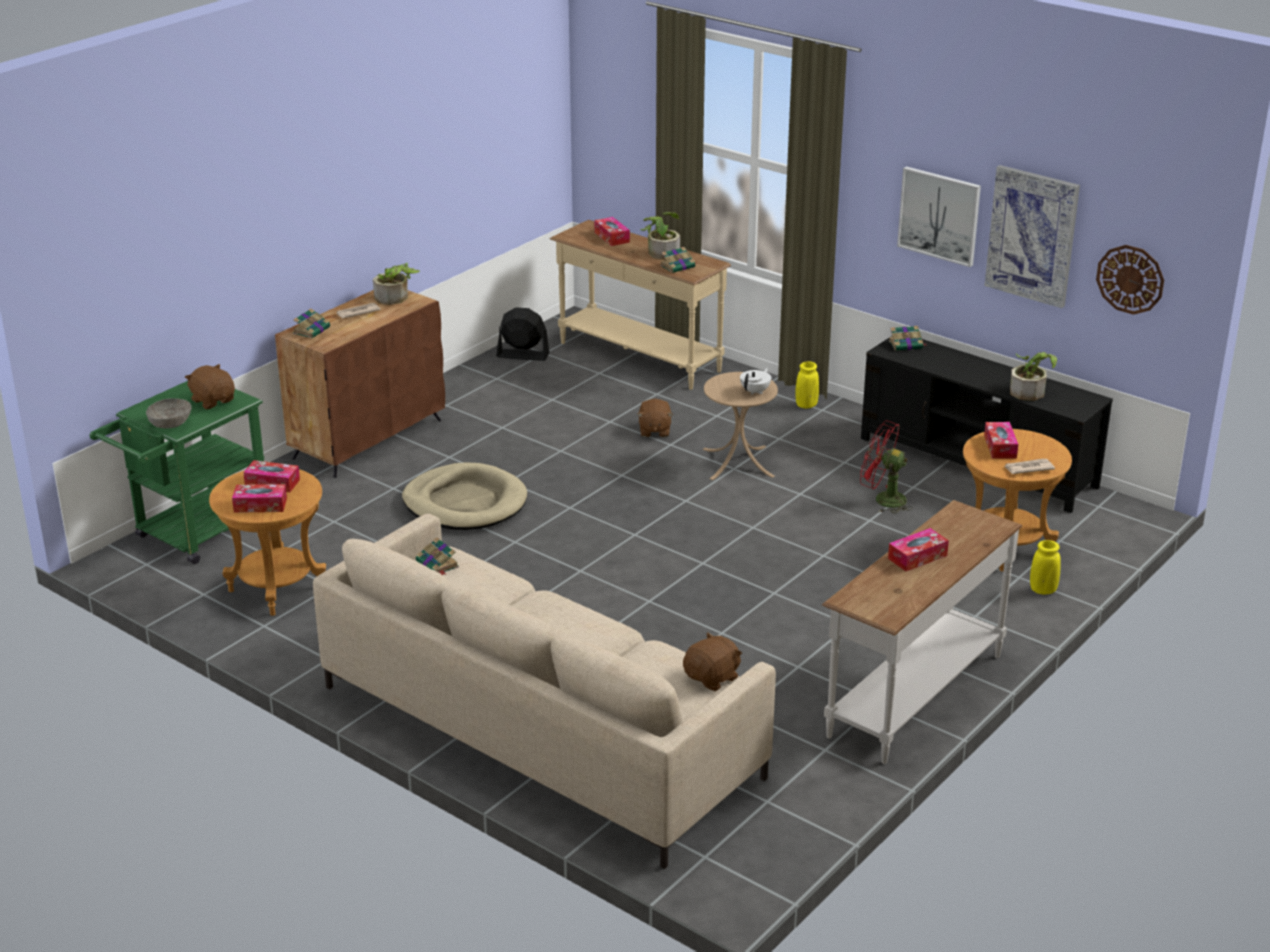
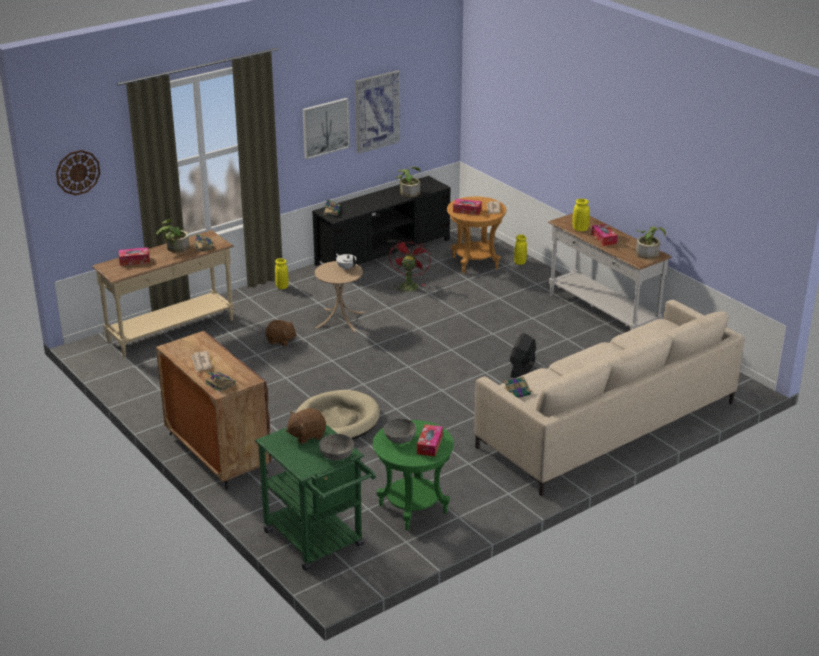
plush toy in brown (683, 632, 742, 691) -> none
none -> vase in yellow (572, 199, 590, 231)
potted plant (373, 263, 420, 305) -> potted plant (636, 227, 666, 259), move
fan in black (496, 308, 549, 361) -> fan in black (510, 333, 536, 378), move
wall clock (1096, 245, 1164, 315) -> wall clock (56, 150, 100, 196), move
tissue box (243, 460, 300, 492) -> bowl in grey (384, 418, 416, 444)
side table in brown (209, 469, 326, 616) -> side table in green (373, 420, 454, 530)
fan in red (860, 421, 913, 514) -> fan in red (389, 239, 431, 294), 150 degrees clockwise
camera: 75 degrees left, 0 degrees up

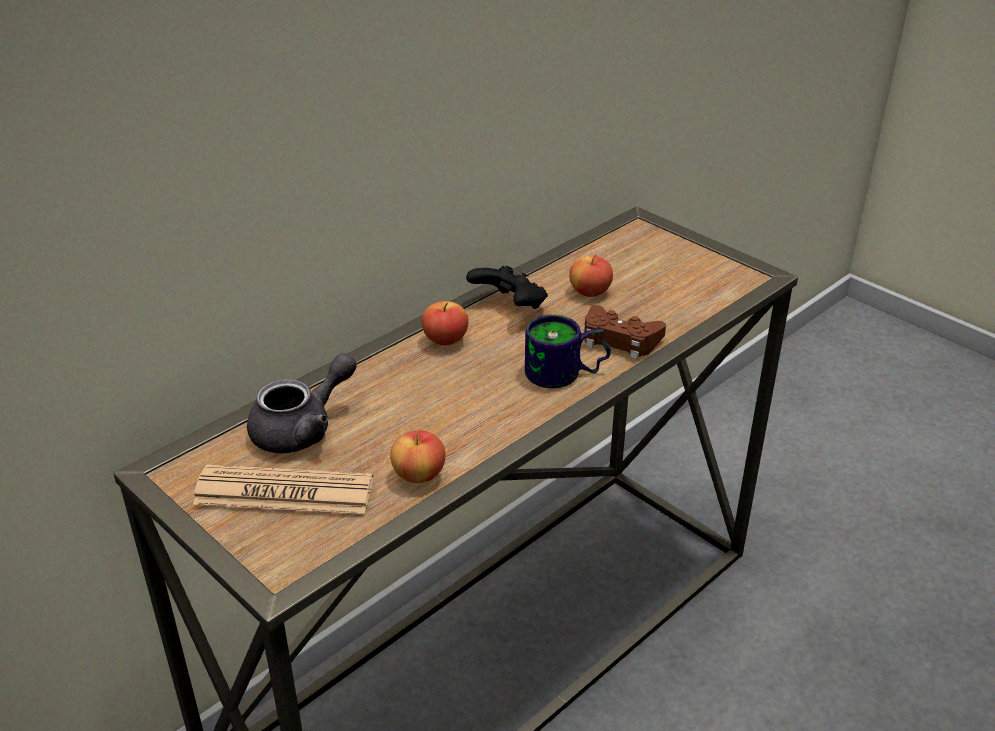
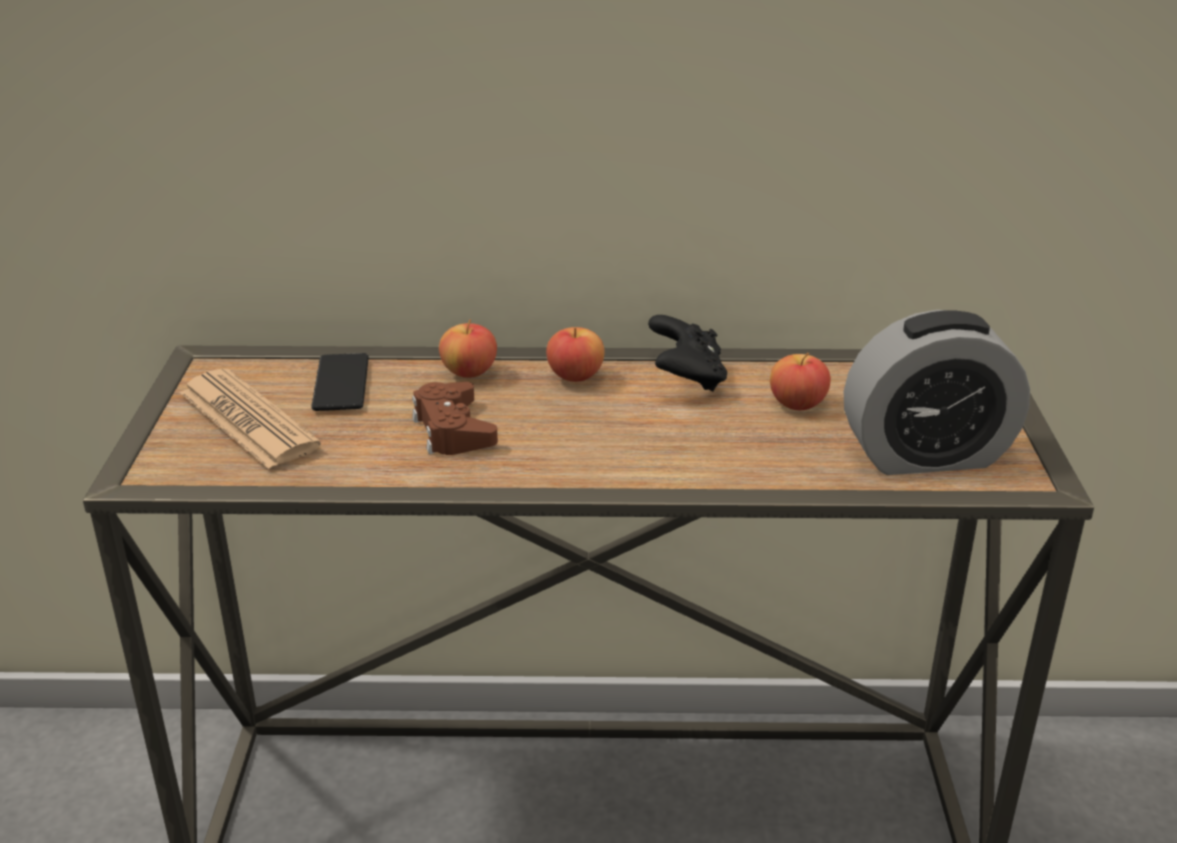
mug (525, 314, 611, 388) -> none
none -> alarm clock (844, 310, 1030, 475)
apple (390, 430, 446, 483) -> apple (439, 320, 497, 378), move
game controller in brown (584, 305, 666, 360) -> game controller in brown (412, 382, 498, 455), move
teapot in grey (247, 353, 357, 453) -> phone (311, 353, 369, 411)
camera: 45 degrees right, 5 degrees down

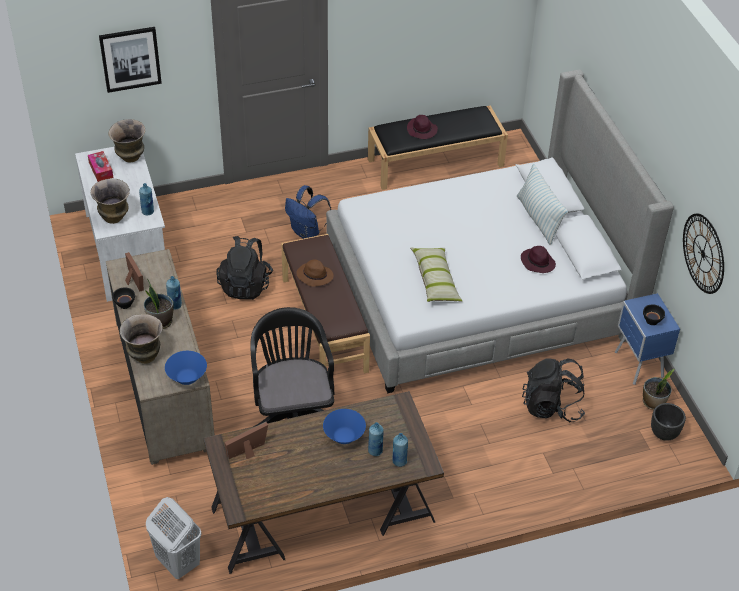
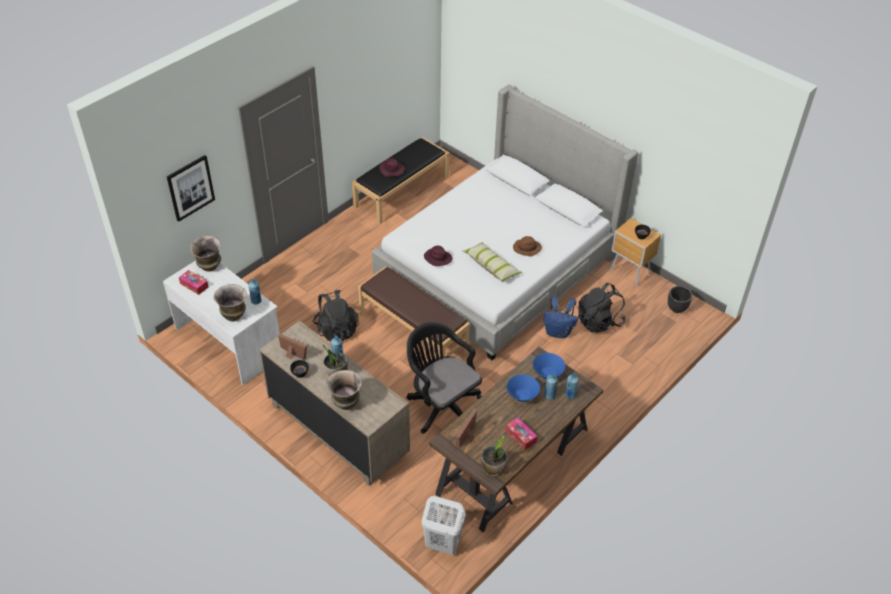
pillow (517, 164, 568, 245) -> none
wall clock (683, 213, 724, 294) -> none
none -> tissue box (506, 417, 538, 450)
bowl in blue (165, 351, 207, 385) -> bowl in blue (533, 353, 565, 379), move
backpack in blue (285, 185, 331, 239) -> backpack in blue (543, 296, 578, 338), move
hat in brown (296, 259, 334, 287) -> hat in brown (513, 236, 542, 256), move
hat in purple (521, 246, 556, 273) -> hat in purple (424, 246, 452, 266), move
potted plant (643, 369, 675, 410) -> potted plant (481, 436, 507, 476), move
nightstand in blue (615, 293, 680, 385) -> nightstand in brown (610, 218, 661, 286)
camera: 30 degrees left, 0 degrees up

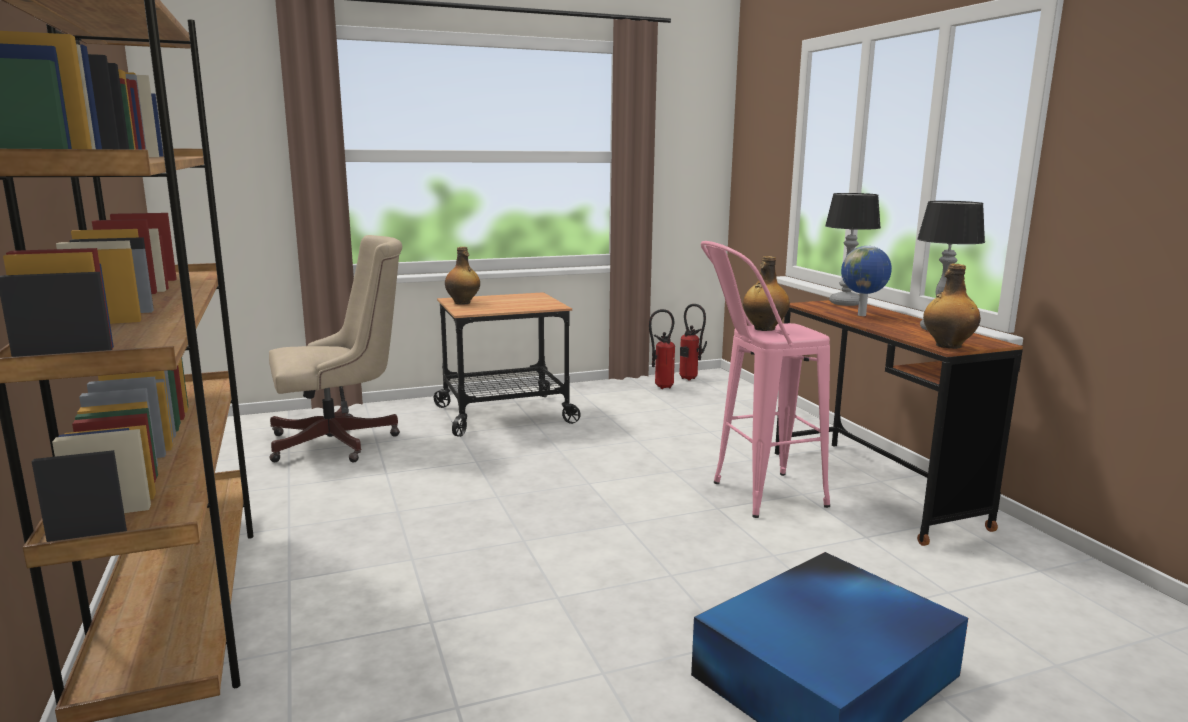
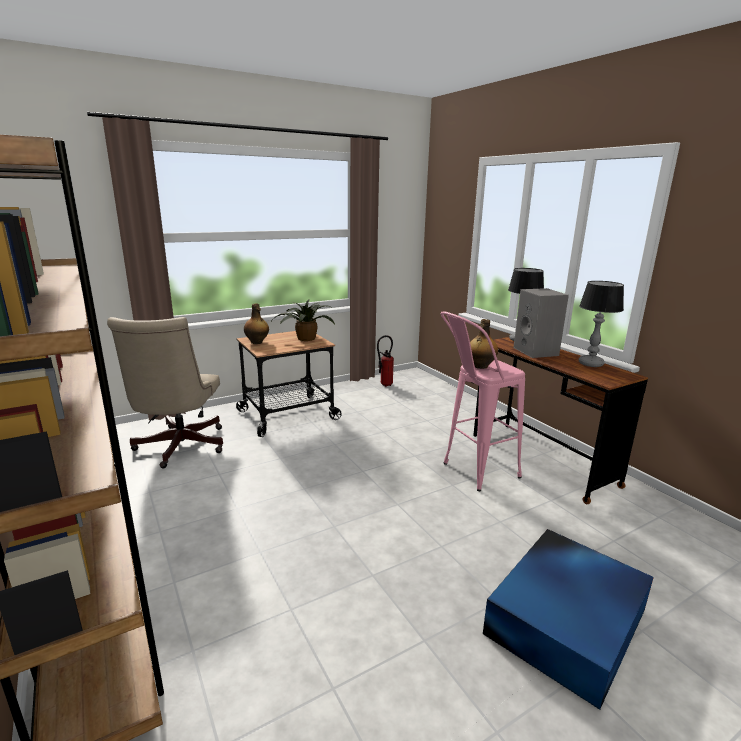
fire extinguisher (679, 304, 707, 381) -> none
bottle (923, 263, 981, 349) -> none
none -> potted plant (272, 299, 335, 341)
globe (841, 246, 892, 316) -> speaker in grey (513, 288, 569, 358)
office chair in beige (269, 235, 402, 462) -> office chair in beige (107, 317, 223, 468), 120 degrees clockwise
camera: 10 degrees left, 5 degrees up

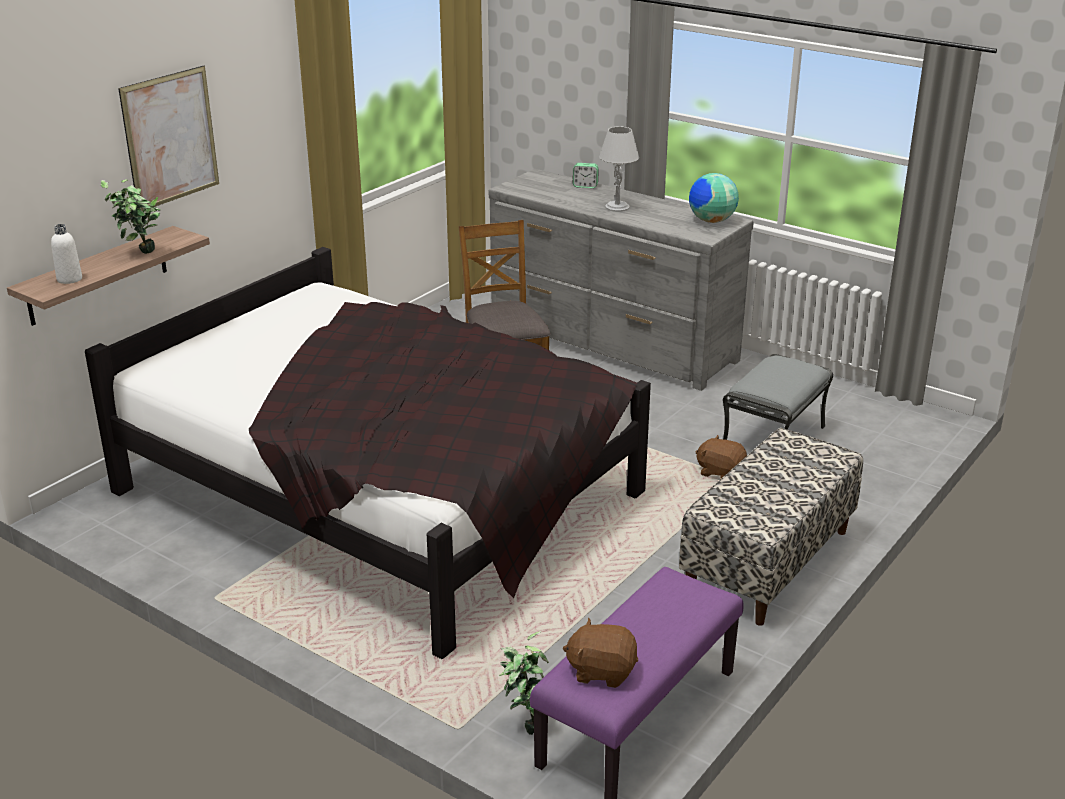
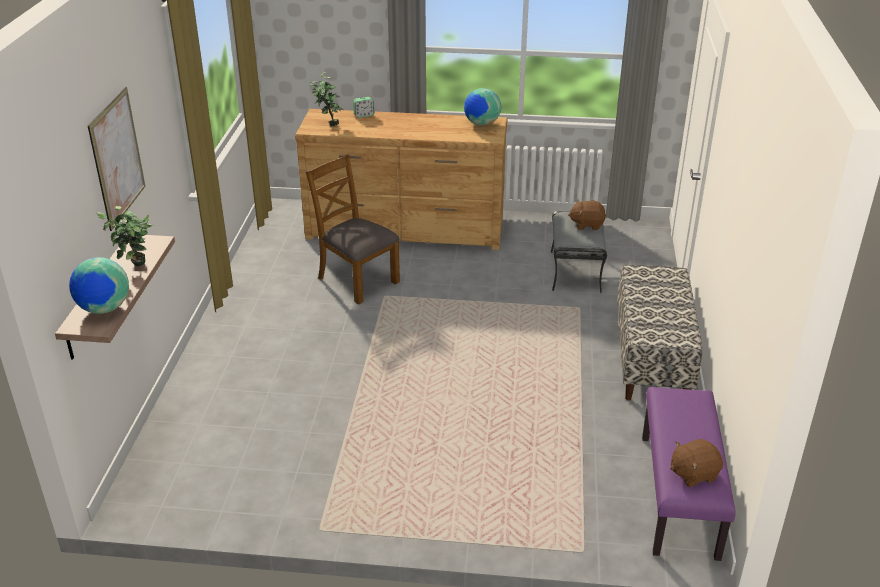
bed in black (85, 247, 651, 659) -> none
table lamp in grey (599, 127, 639, 212) -> none
potted plant (499, 631, 549, 735) -> potted plant (310, 72, 343, 127), move
plush toy in brown (696, 435, 747, 479) -> plush toy in brown (568, 200, 606, 230), move
bottle in white (51, 224, 82, 284) -> globe (69, 257, 129, 314)
dresser in grey (489, 169, 754, 391) -> dresser in brown (295, 109, 508, 250)
camera: 30 degrees left, 5 degrees up

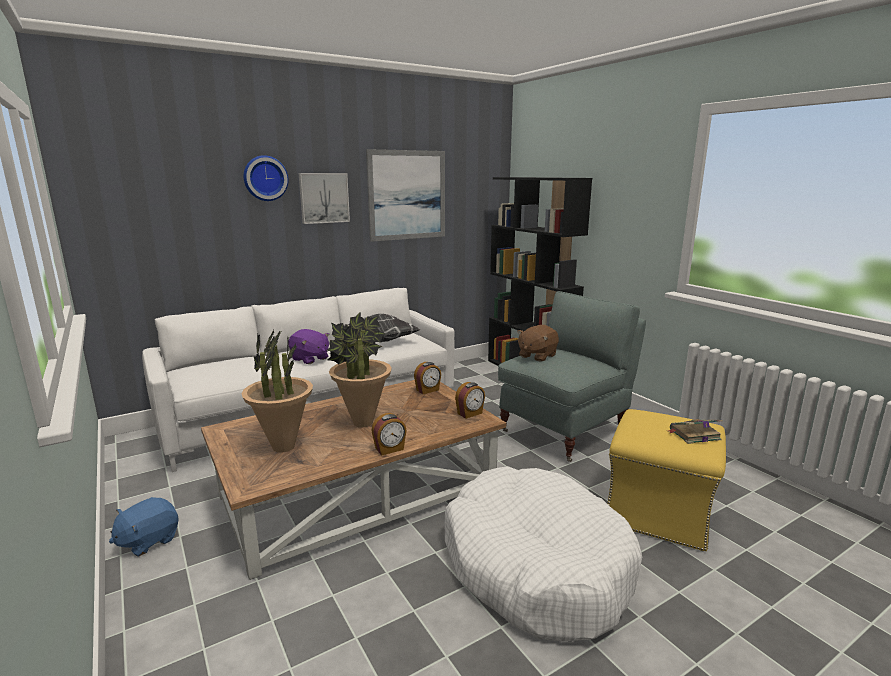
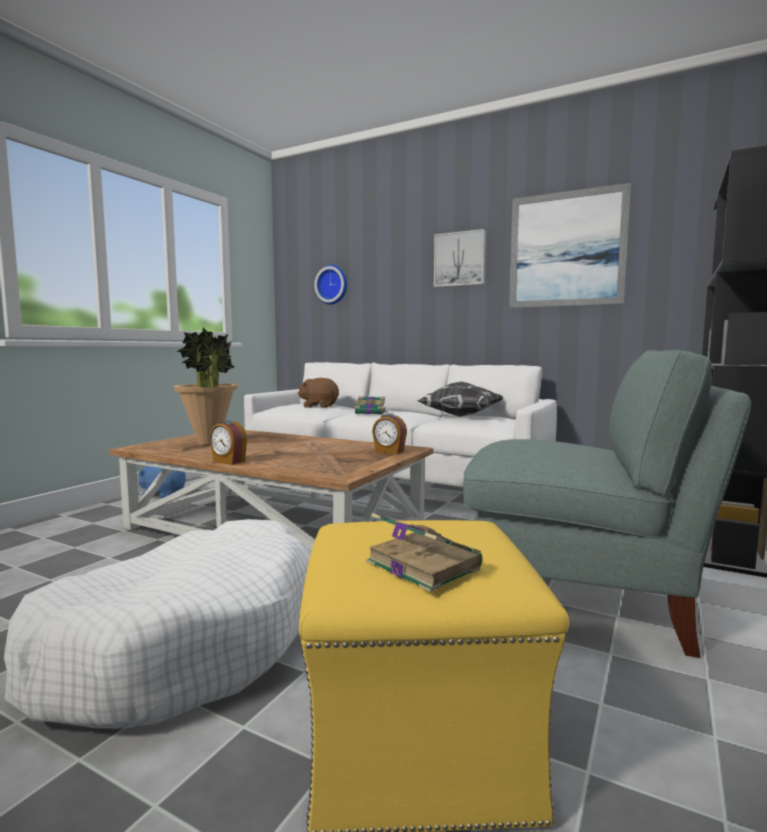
potted plant (326, 312, 392, 427) -> none
alarm clock (455, 382, 485, 419) -> none
wall clock (244, 155, 289, 201) -> wall clock (314, 265, 347, 305), move
plush toy in brown (517, 325, 559, 362) -> plush toy in brown (298, 378, 339, 408), move
plush toy in purple (288, 329, 329, 364) -> book (355, 396, 389, 414)
camera: 60 degrees right, 10 degrees down

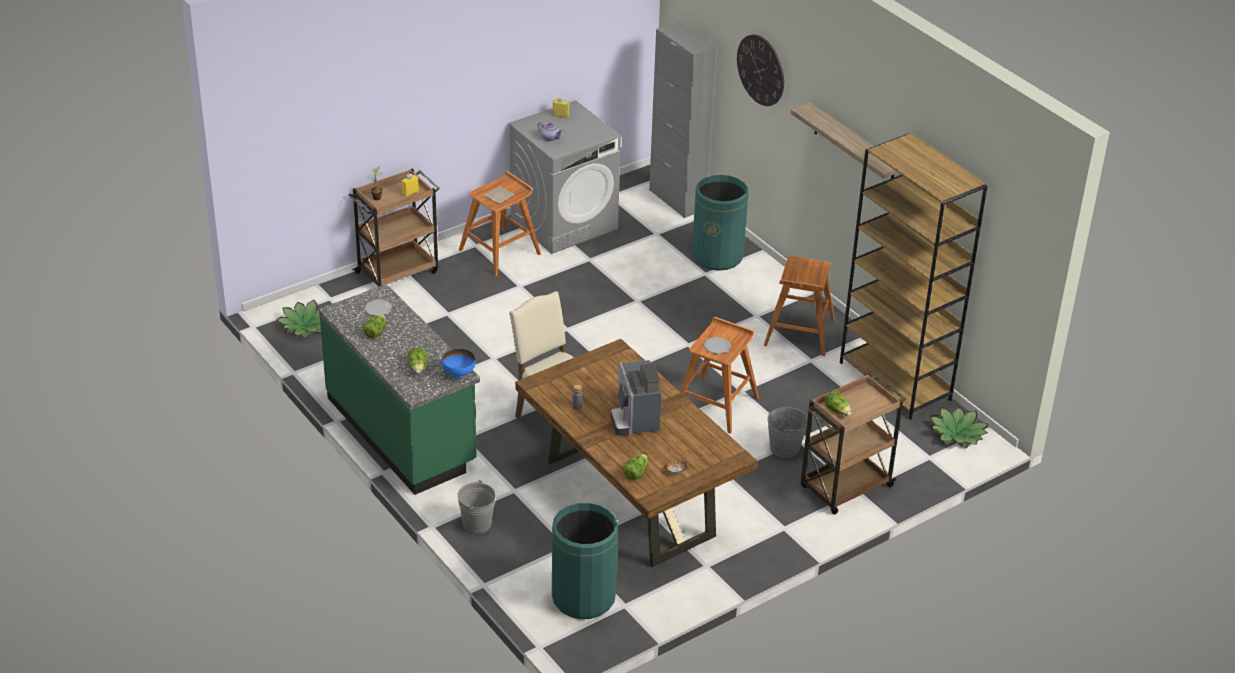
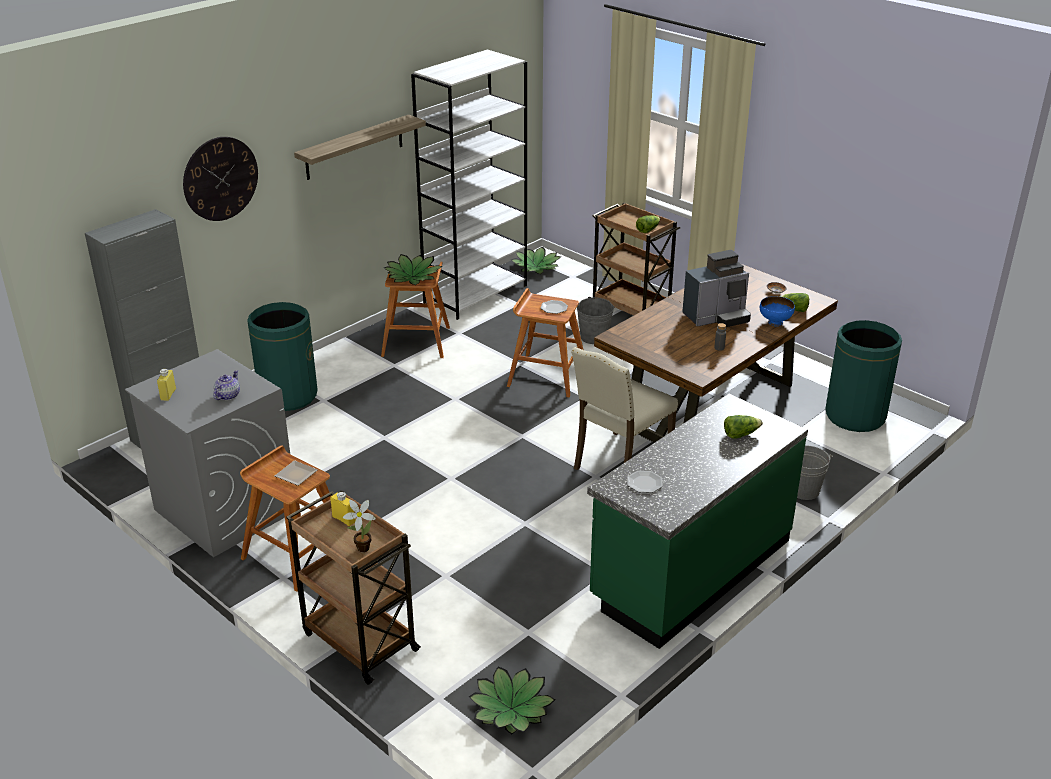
lettuce (363, 315, 386, 339) -> none
none -> potted plant (384, 254, 443, 285)
bowl in blue (442, 348, 476, 379) -> bowl in blue (760, 296, 795, 326), move
bookcase in brown (840, 133, 987, 420) -> bookcase in white (411, 49, 527, 320)
camera: 100 degrees left, 5 degrees down

